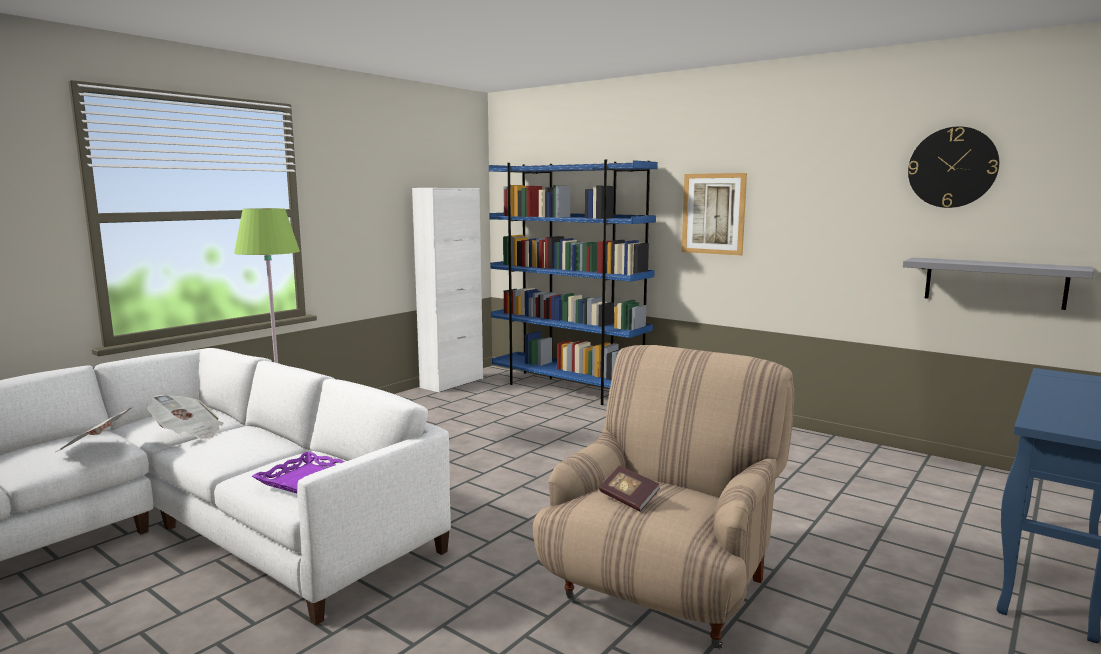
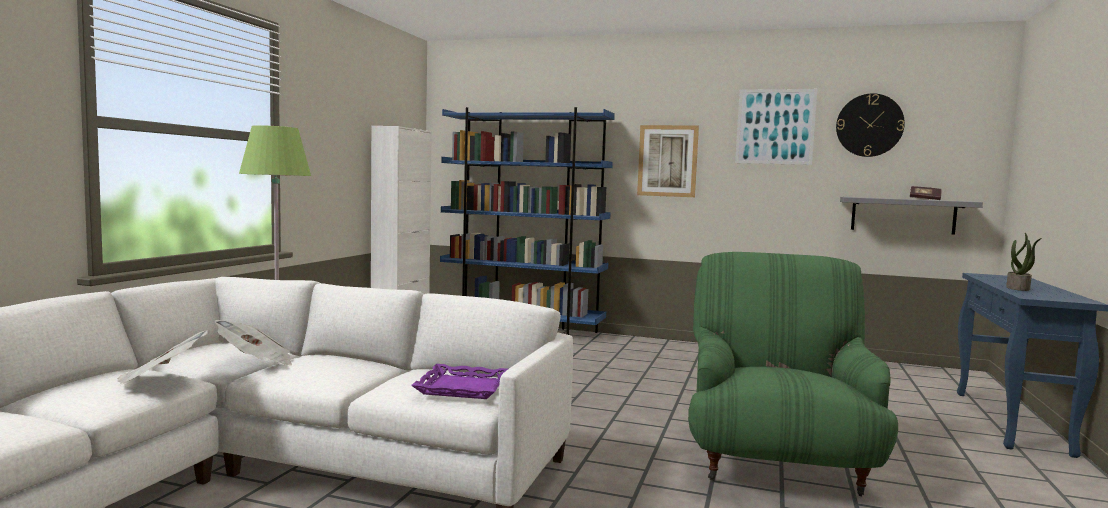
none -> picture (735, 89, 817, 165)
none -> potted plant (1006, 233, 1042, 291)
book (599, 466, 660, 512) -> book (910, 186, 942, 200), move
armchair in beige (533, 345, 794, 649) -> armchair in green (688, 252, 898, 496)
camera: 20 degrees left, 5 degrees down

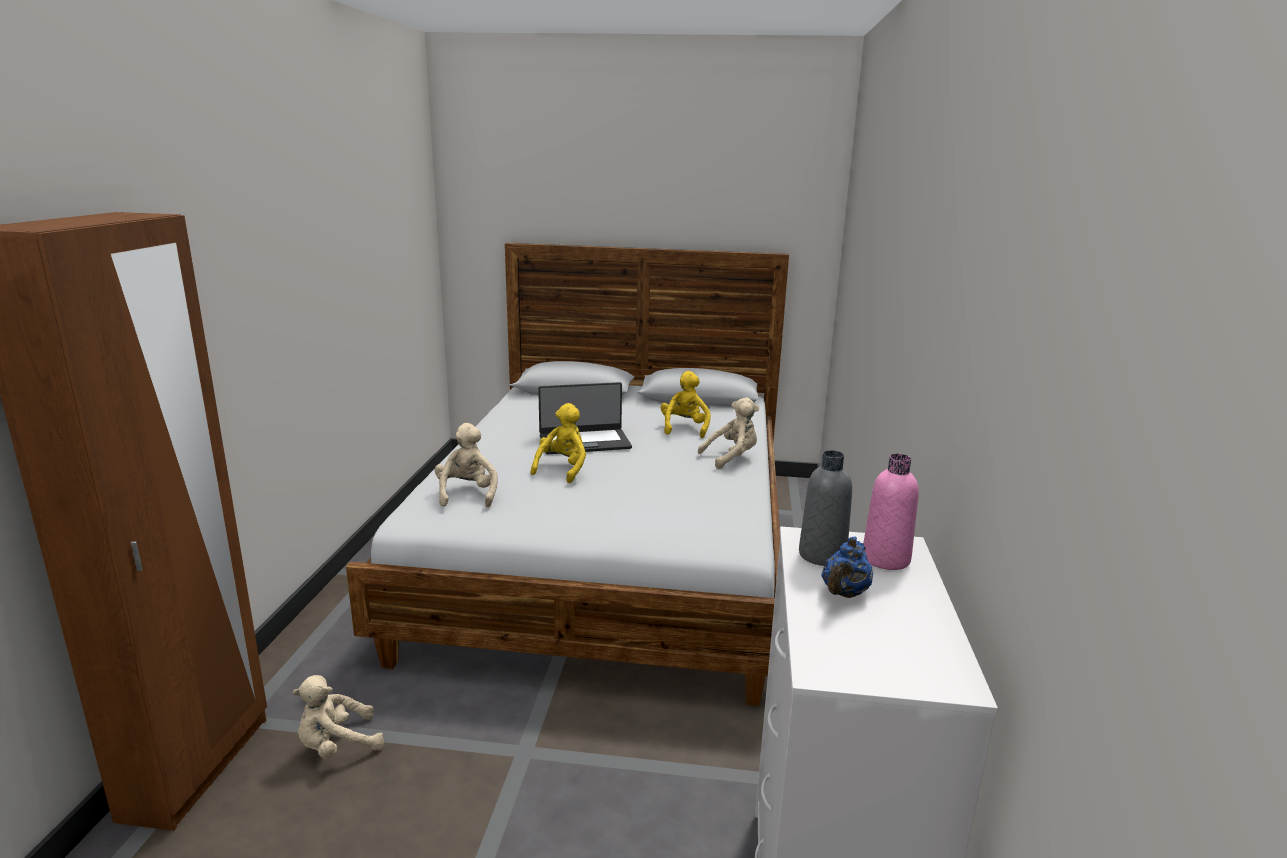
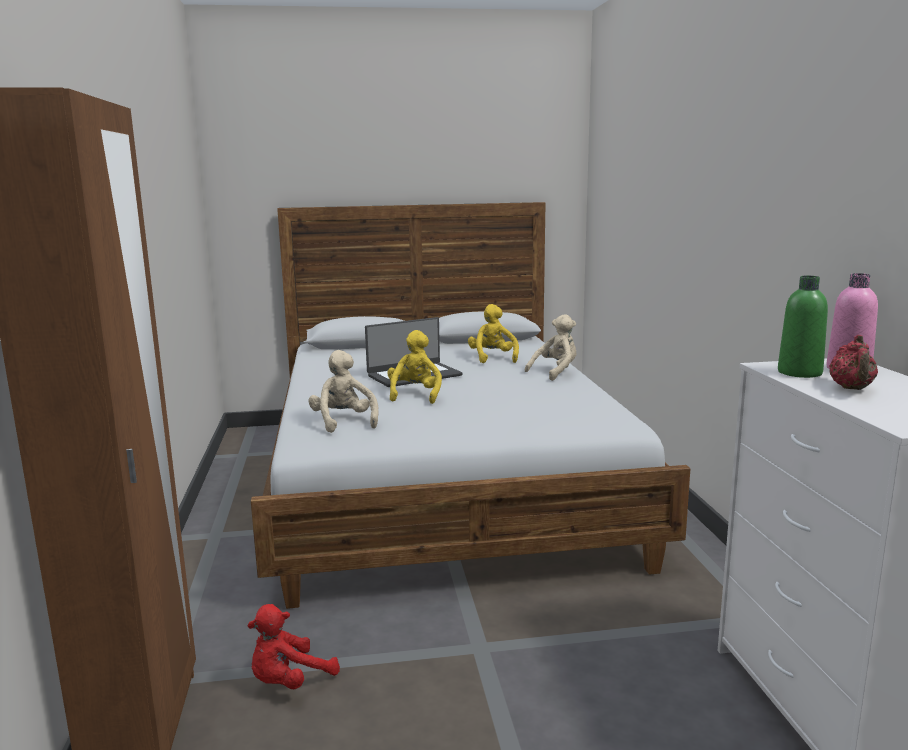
plush toy in beige (292, 675, 384, 759) -> plush toy in red (247, 604, 340, 689)
bottle in grey (799, 450, 852, 566) -> bottle in green (778, 276, 828, 378)
teapot in blue (821, 537, 873, 598) -> teapot in red (829, 335, 878, 390)
camera: 15 degrees left, 5 degrees down

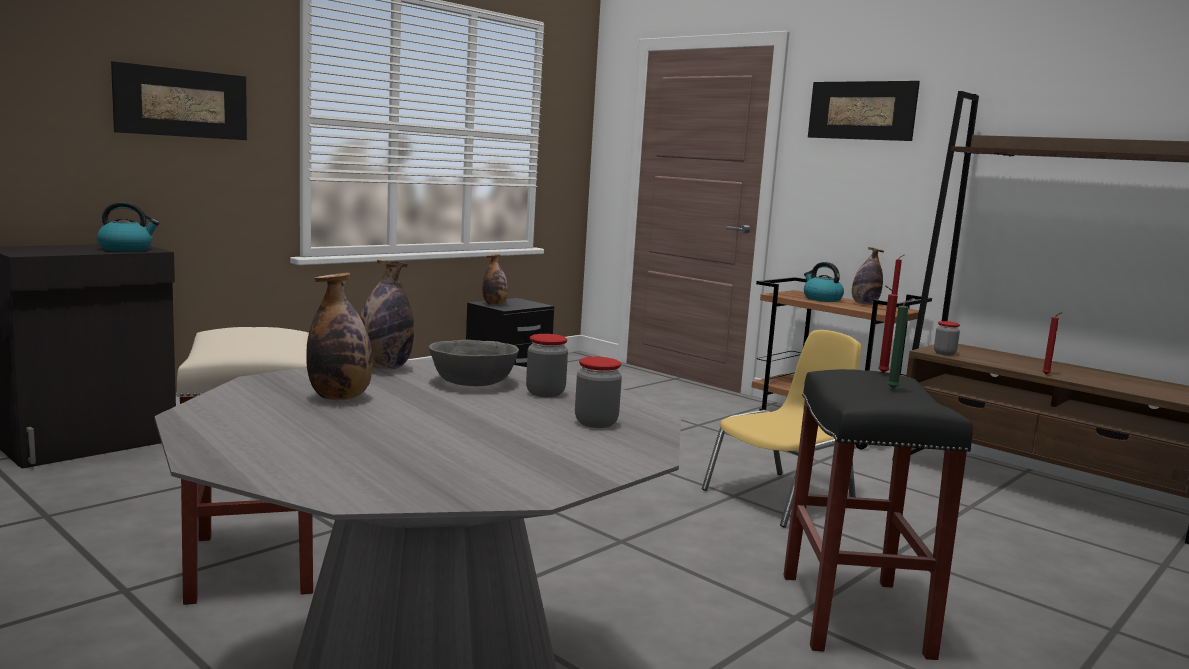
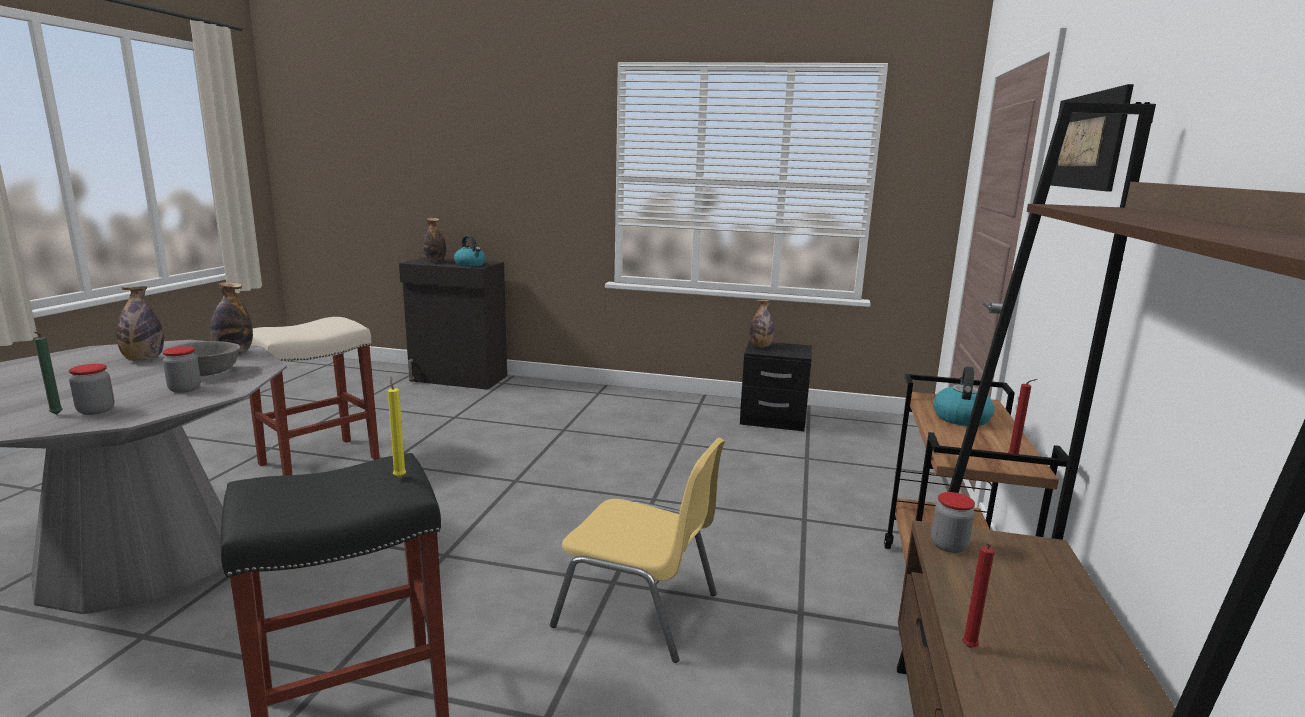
picture (111, 61, 247, 140) -> none
bottle (852, 247, 884, 305) -> bottle (423, 218, 446, 262), move
candle in green (887, 298, 915, 389) -> candle in green (34, 332, 63, 415), move
candle in red (878, 285, 898, 373) -> candle in yellow (388, 377, 406, 477)
camera: 60 degrees right, 5 degrees up

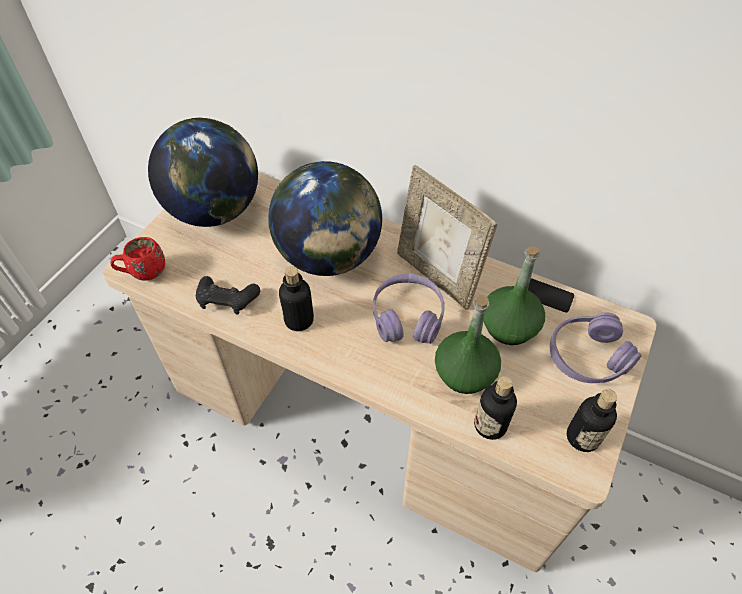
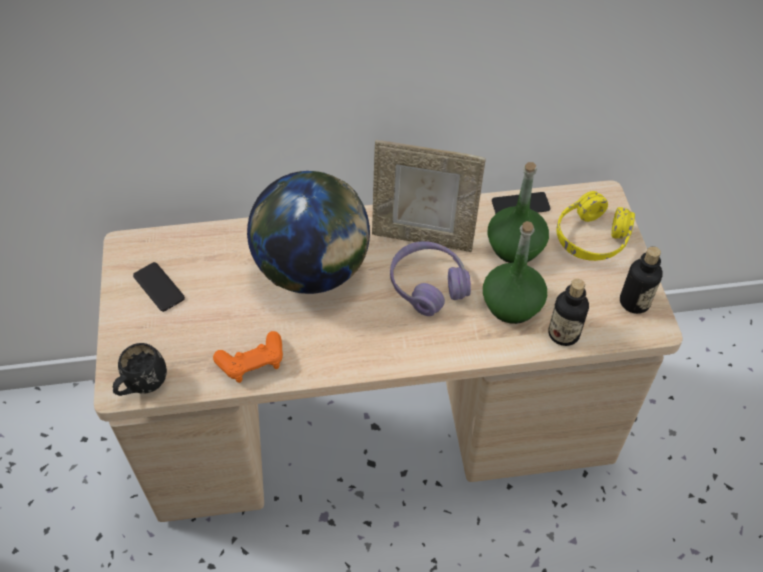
bottle (279, 266, 314, 331) -> none
globe (148, 117, 258, 227) -> phone (133, 262, 185, 312)
mug in red (111, 237, 165, 281) -> mug in black (113, 343, 167, 396)
game controller in black (196, 276, 260, 315) -> game controller in orange (213, 331, 283, 383)
headphones in purple (550, 312, 642, 383) -> headphones in yellow (556, 191, 635, 261)
camera: 35 degrees left, 0 degrees up

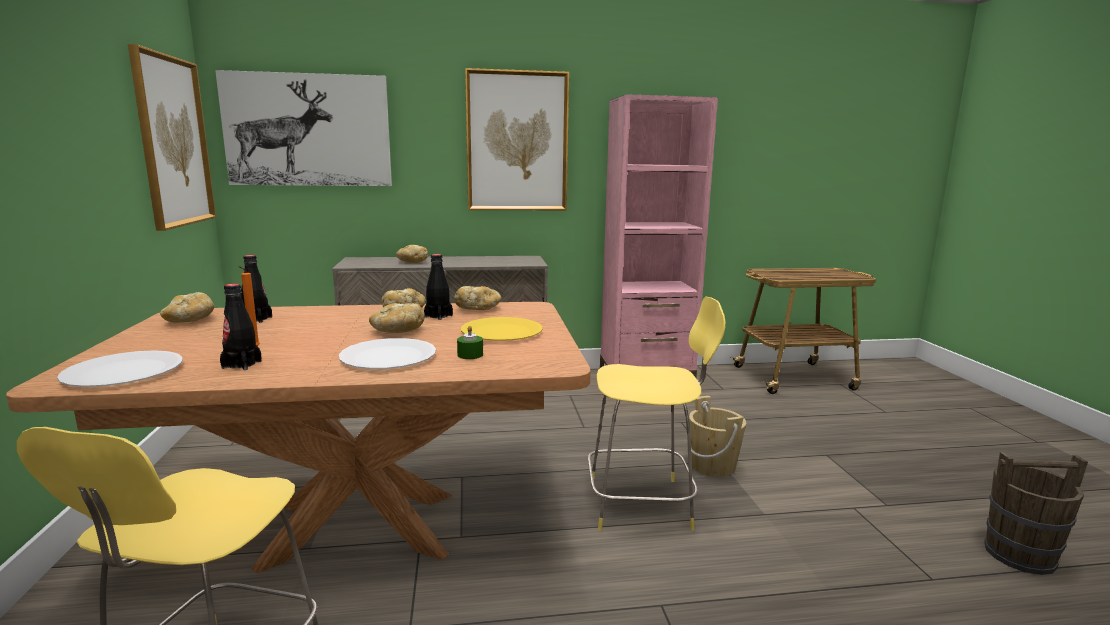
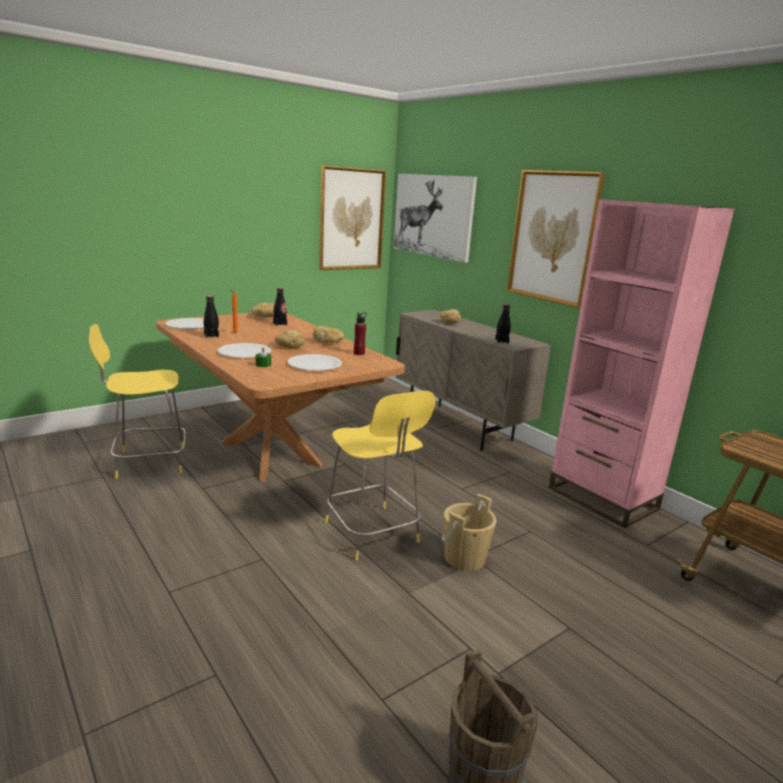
bottle in black (424, 254, 453, 320) -> bottle in black (495, 304, 511, 343), move
bread (454, 286, 501, 310) -> bottle in red (354, 312, 367, 355)
plate in yellow (461, 317, 543, 341) -> plate in white (287, 354, 342, 371)
camera: 60 degrees right, 5 degrees up

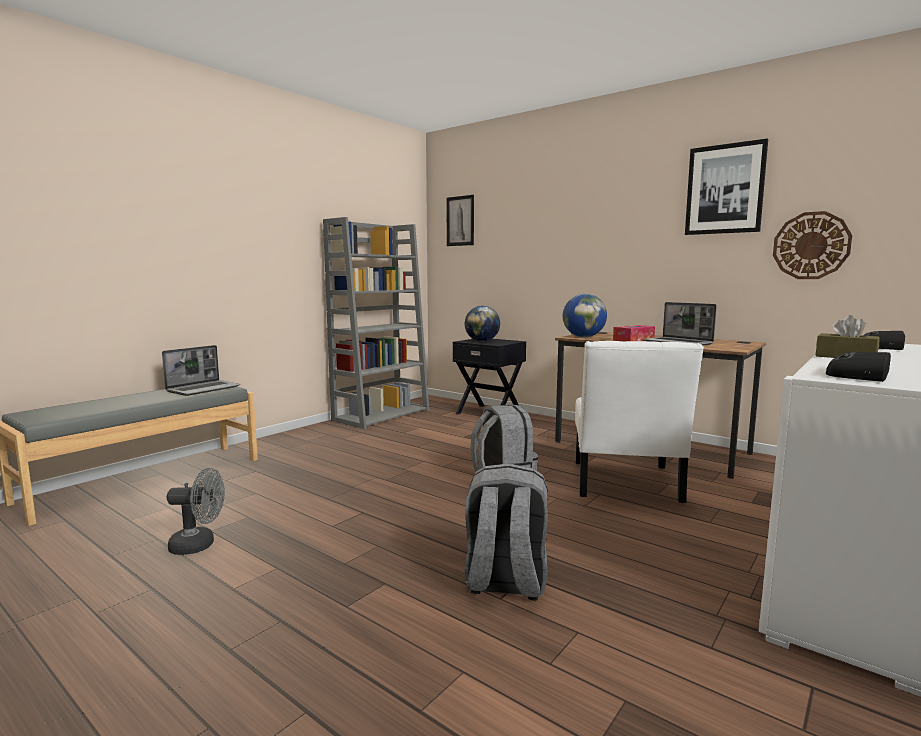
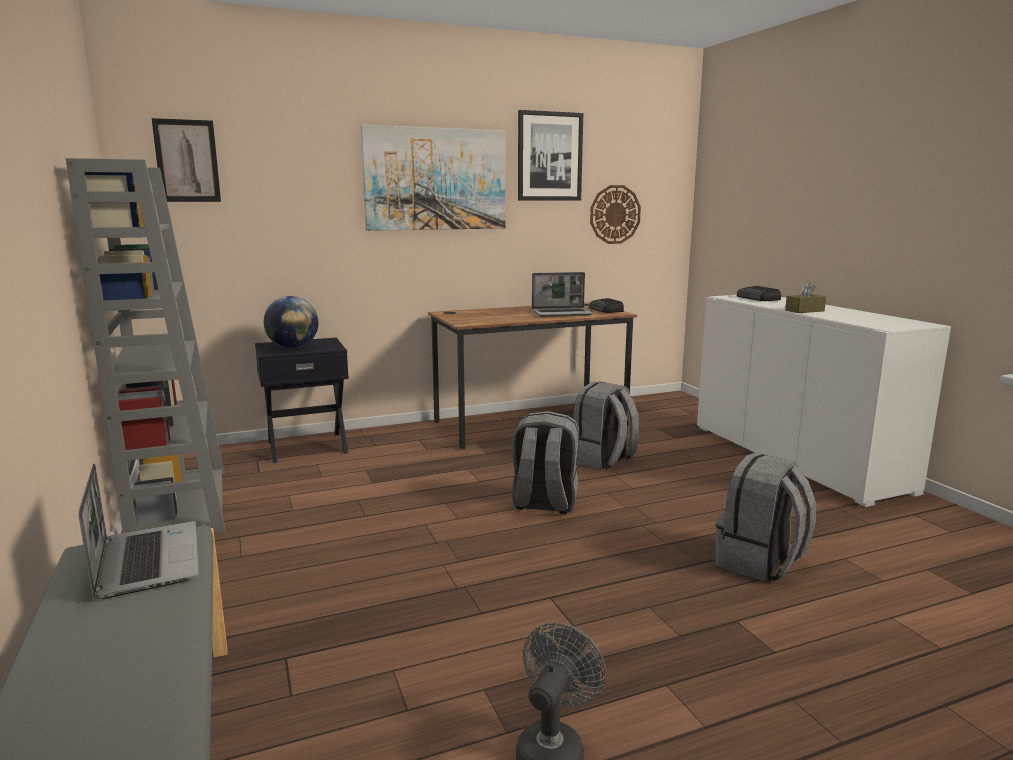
globe (563, 294, 607, 337) -> none
tissue box (613, 325, 655, 342) -> none
none -> picture (360, 125, 506, 231)
radio (826, 352, 891, 382) -> radio (589, 298, 624, 313), move
chair in white (575, 341, 704, 503) -> backpack in grey (574, 382, 640, 470)
camera: 60 degrees left, 5 degrees up

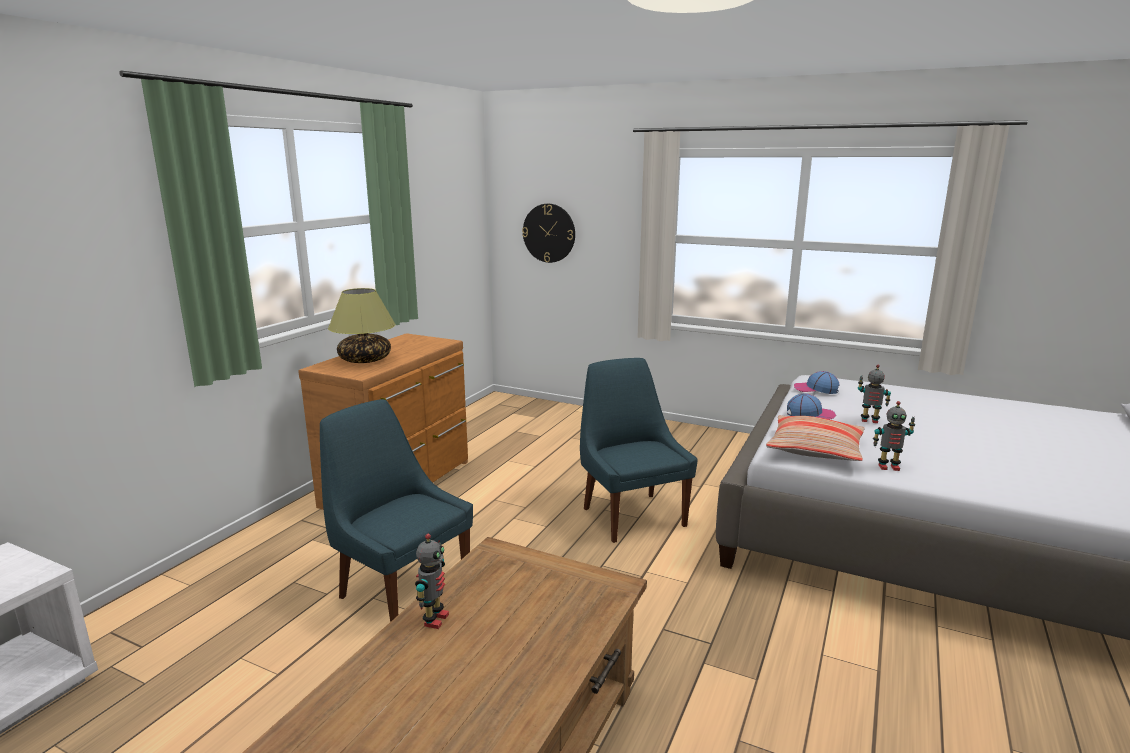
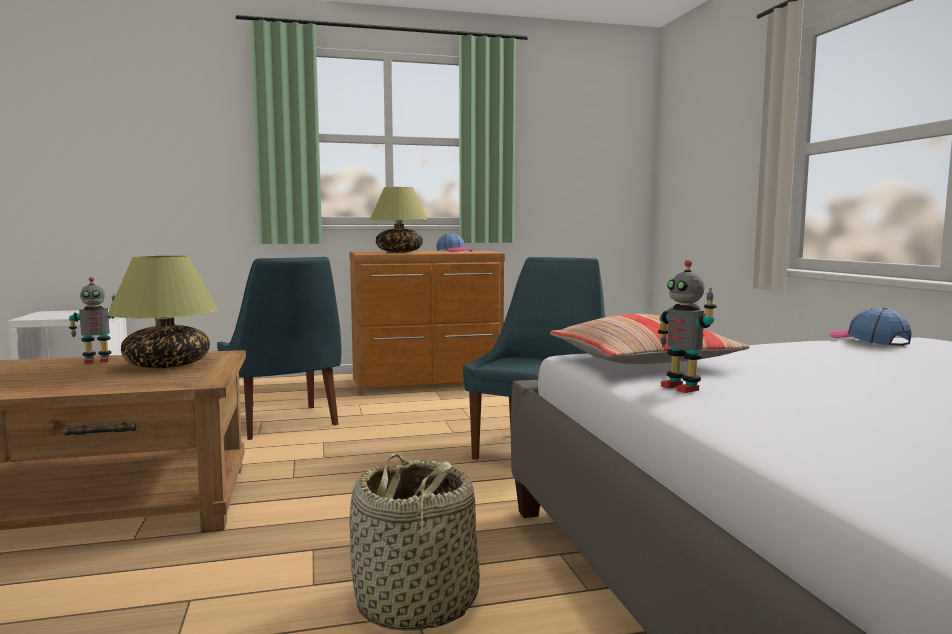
wall clock (522, 204, 575, 263) -> none
toy robot (858, 365, 891, 423) -> none
none -> table lamp (107, 255, 218, 368)
none -> basket (349, 454, 480, 631)
cap (787, 393, 836, 420) -> cap (437, 233, 472, 252), move
chair in blue (320, 399, 473, 622) -> chair in blue (217, 257, 342, 440), 150 degrees clockwise
camera: 50 degrees right, 10 degrees down

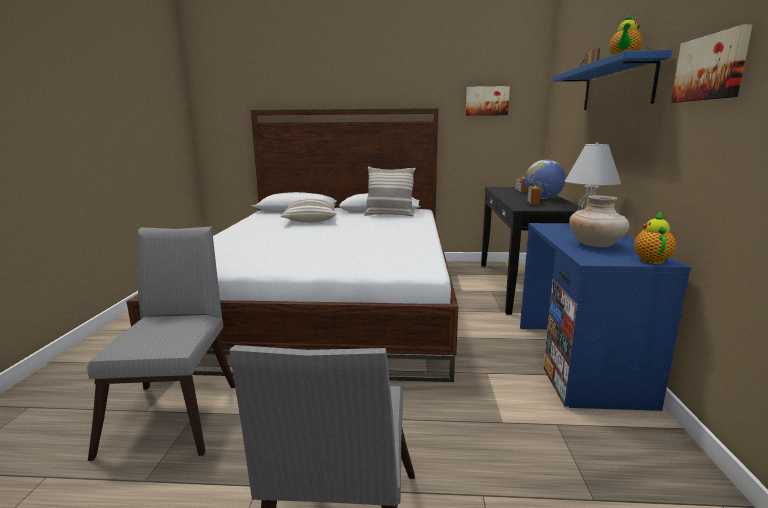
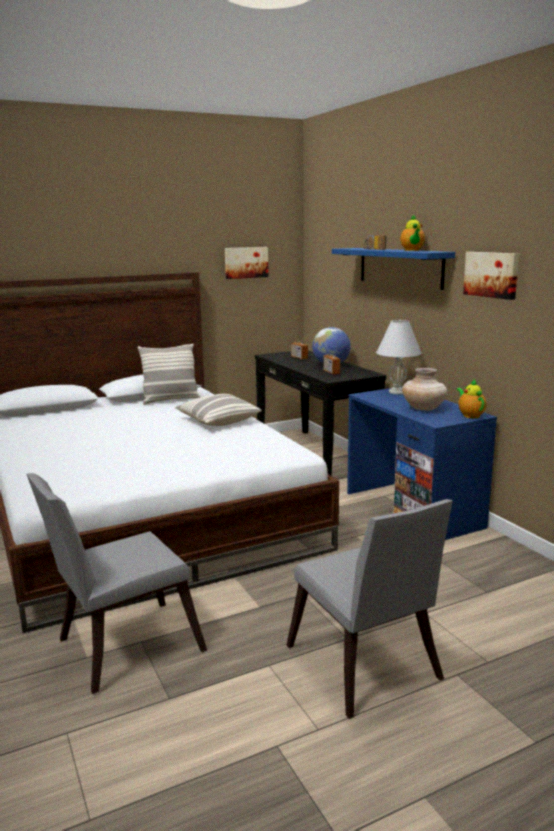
pillow (280, 199, 336, 223) -> pillow (175, 394, 262, 426), move
chair in grey (87, 226, 235, 461) -> chair in grey (26, 473, 207, 694), 90 degrees counterclockwise
camera: 30 degrees left, 0 degrees up

